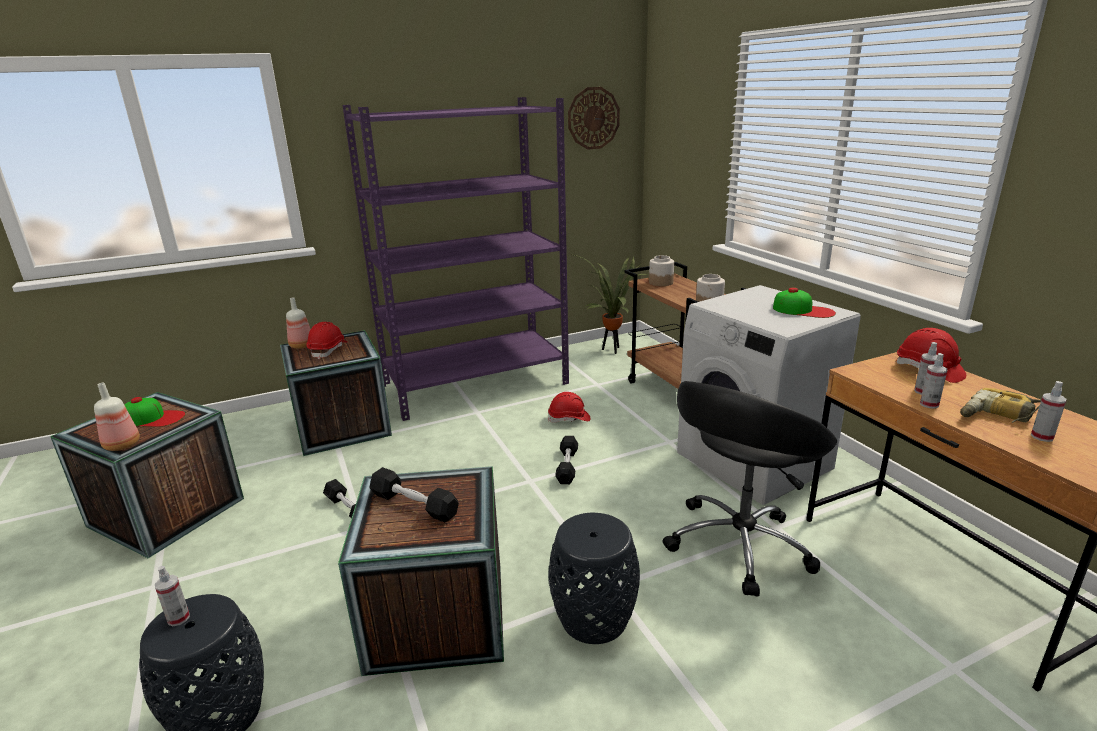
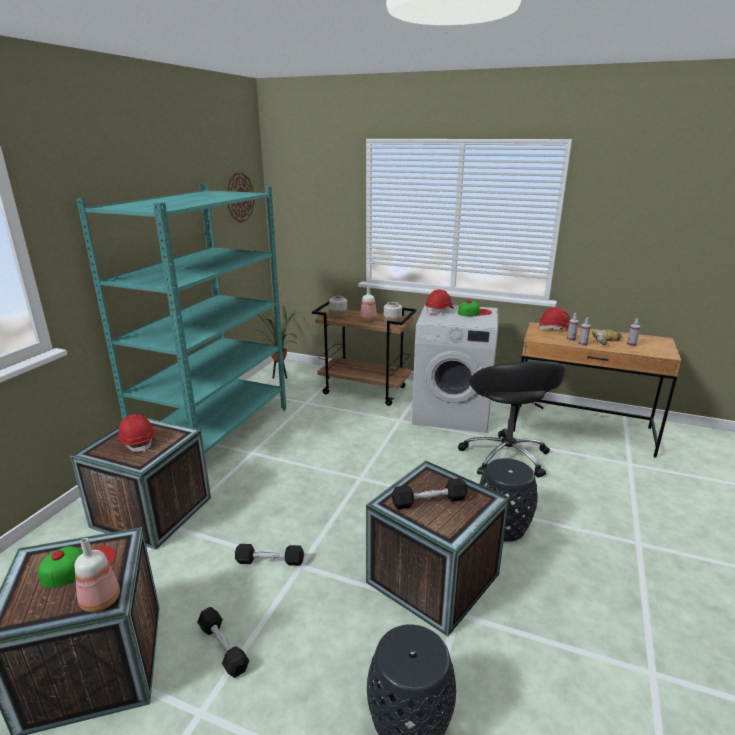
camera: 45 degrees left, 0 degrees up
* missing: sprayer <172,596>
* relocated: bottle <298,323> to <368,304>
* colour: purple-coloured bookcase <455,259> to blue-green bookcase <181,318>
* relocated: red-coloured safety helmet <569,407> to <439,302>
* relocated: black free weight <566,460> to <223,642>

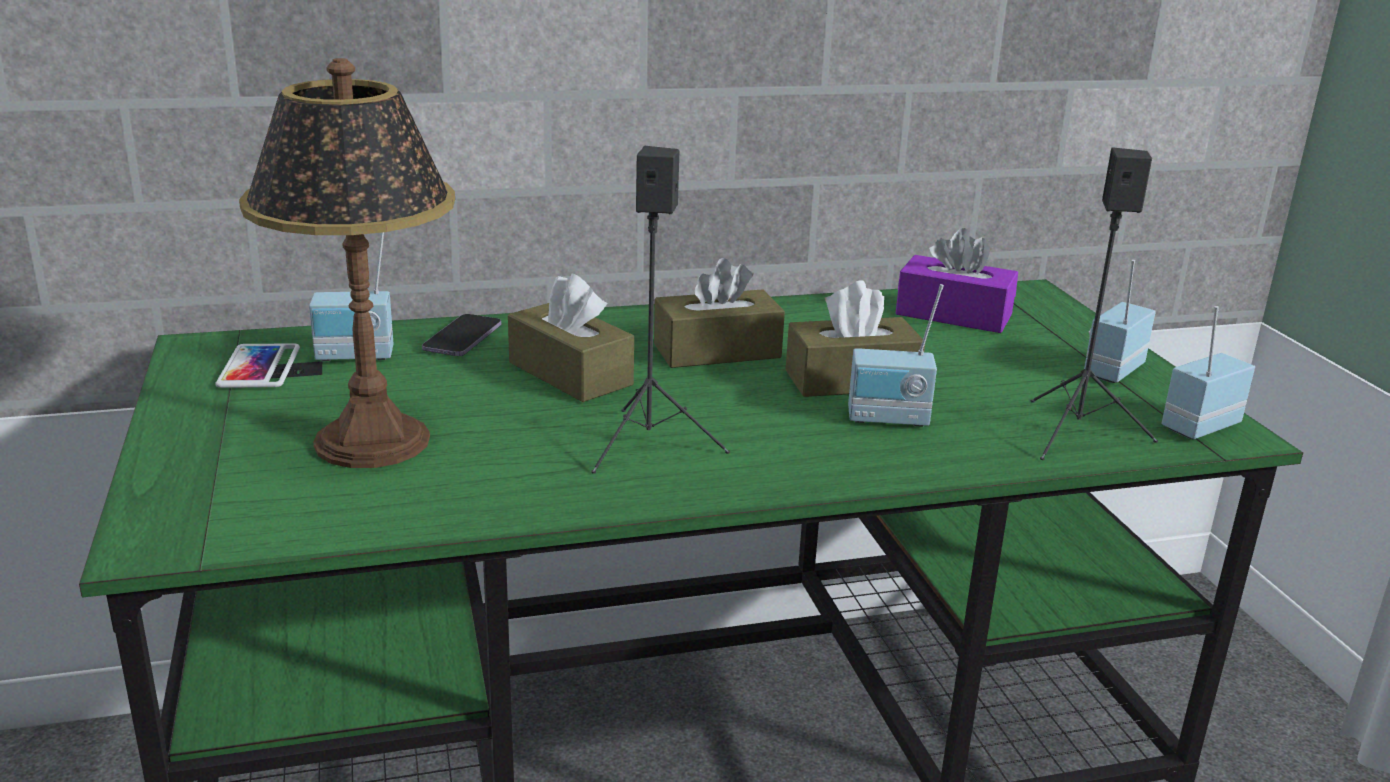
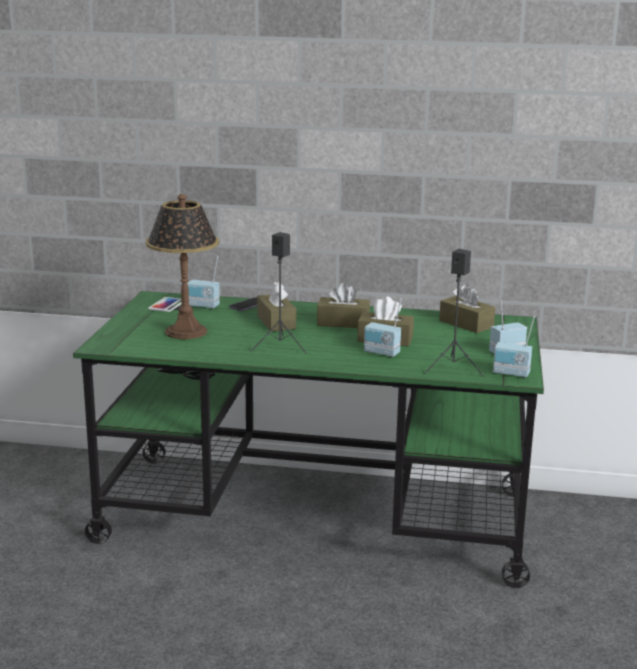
camera: 25 degrees right, 5 degrees down
* colour: purple-coloured tissue holder <957,280> to brown tissue holder <467,308>
* spun: radio <1208,373> = <514,347> 150 degrees counterclockwise

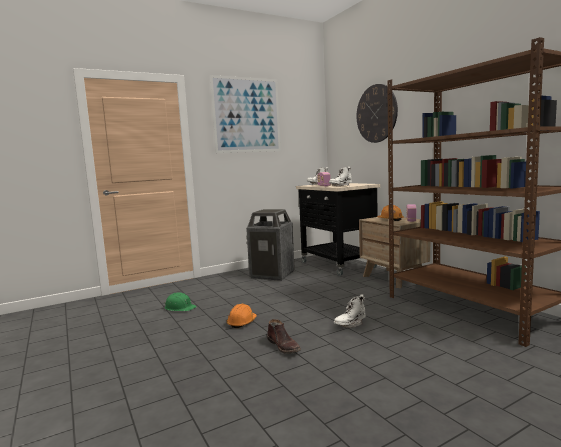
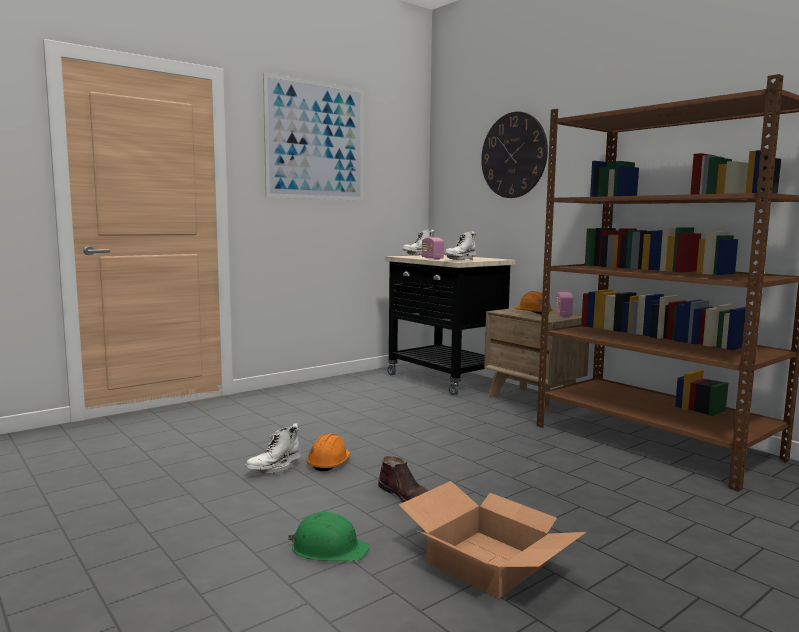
camera: 10 degrees left, 0 degrees up
* relocated: greenish safety helmet <180,301> to <329,536>
* missing: waste bin <270,245>
* relocated: white high-top boot <350,311> to <272,449>
* appeared: carton <492,540>

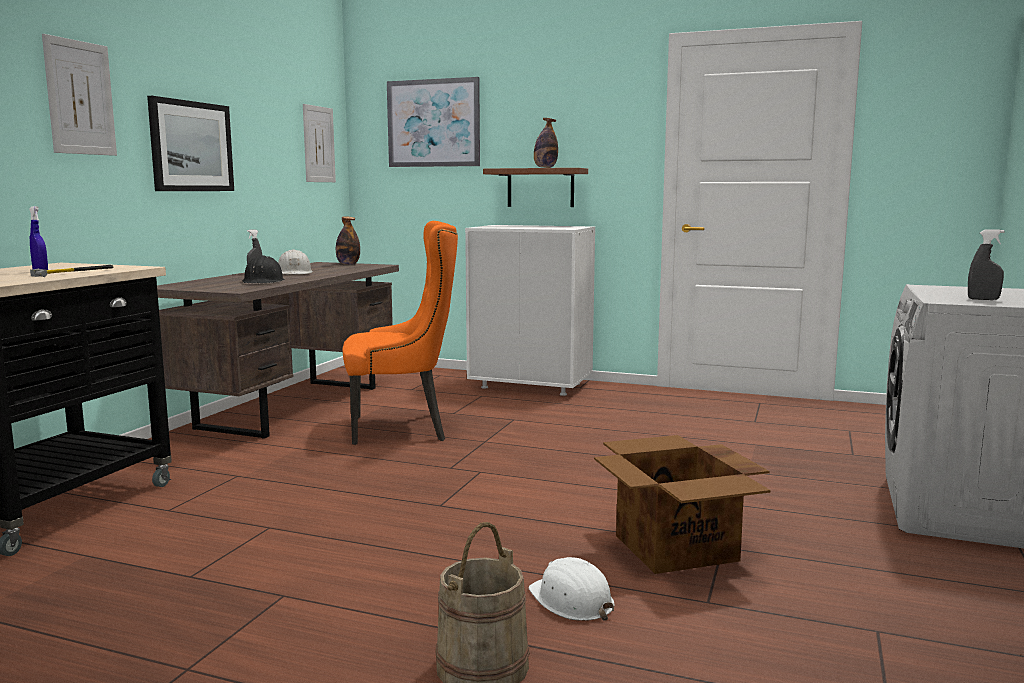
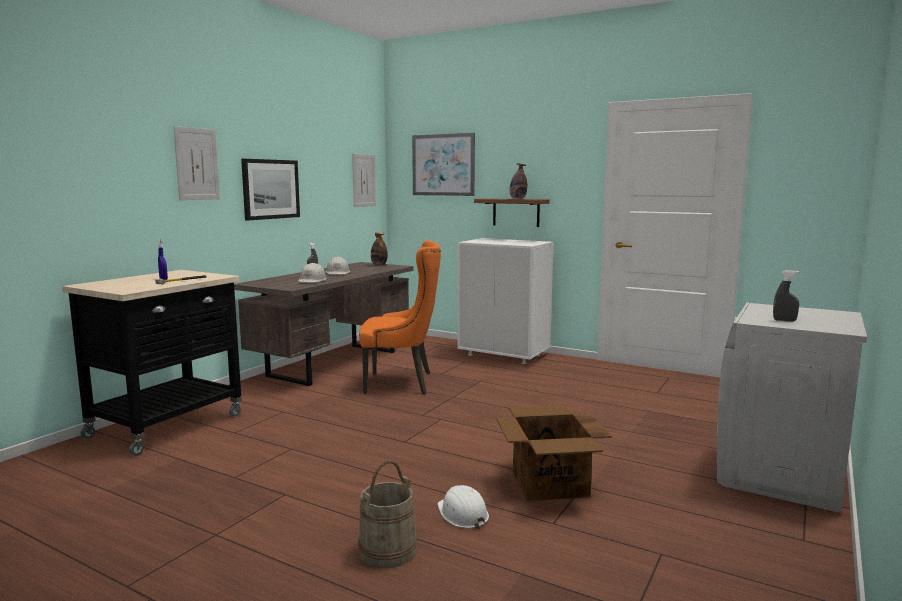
camera: 10 degrees right, 0 degrees up
* colour: black safety helmet <263,269> to white safety helmet <312,273>

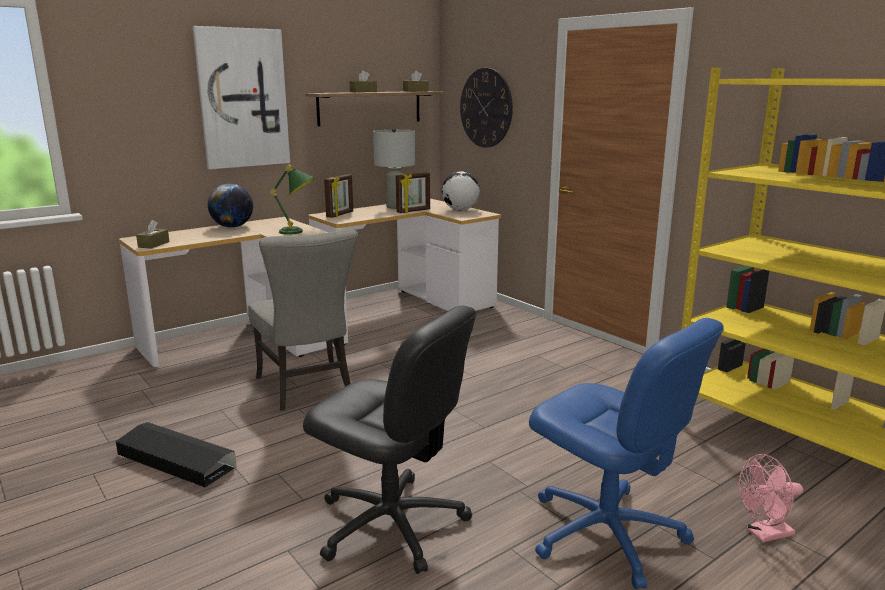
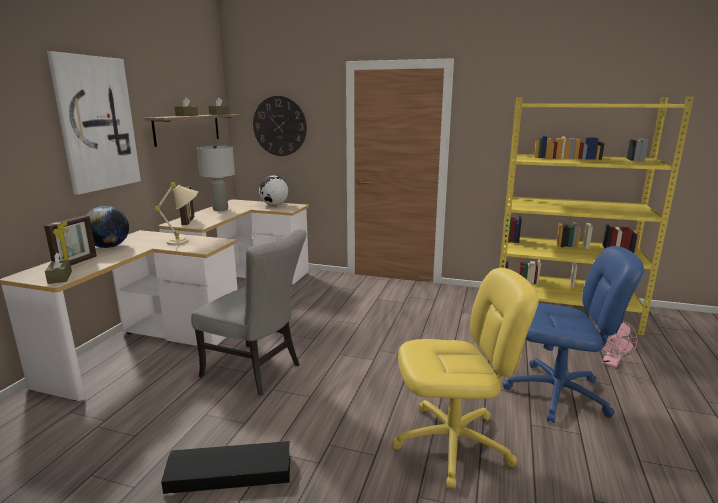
camera: 35 degrees left, 0 degrees up
* colour: greenish lamp for a table <292,200> to beige lamp for a table <176,213>
* colour: black computer chair <390,439> to yellow computer chair <465,378>
* relocated: picture frame <413,192> to <70,240>

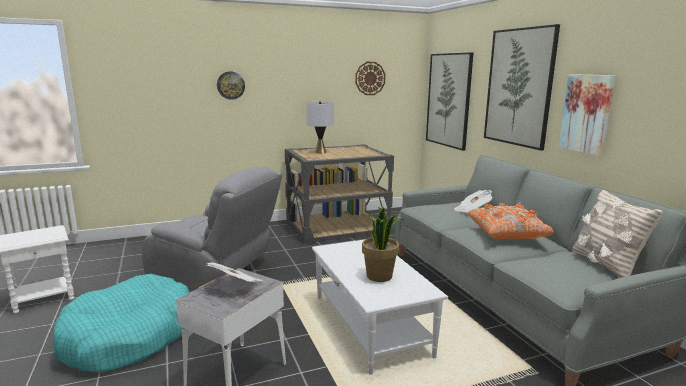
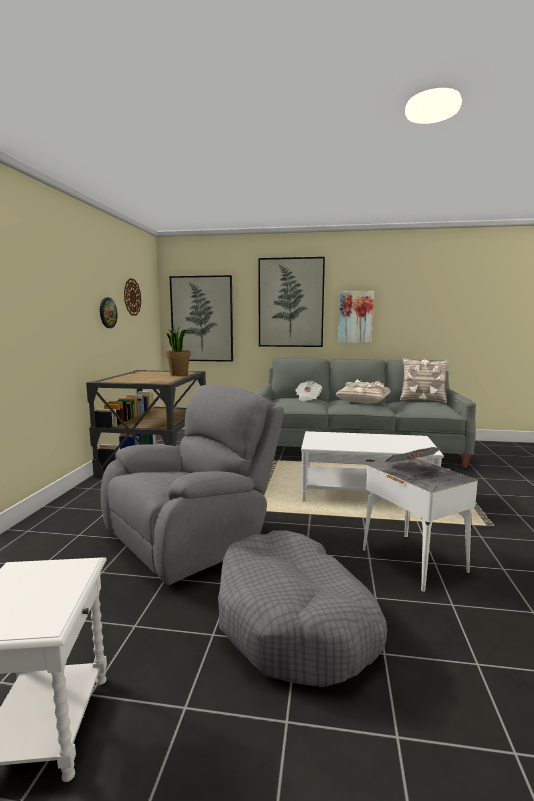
camera: 60 degrees left, 5 degrees down
* colour: blue-green pet bed <121,323> to greyish pet bed <302,608>
* relocated: wall clock <231,85> to <108,312>
* missing: greyish lamp for a table <320,127>
* relocated: potted plant <383,244> to <179,351>
* colour: orangey throw pillow <511,221> to beige throw pillow <363,391>

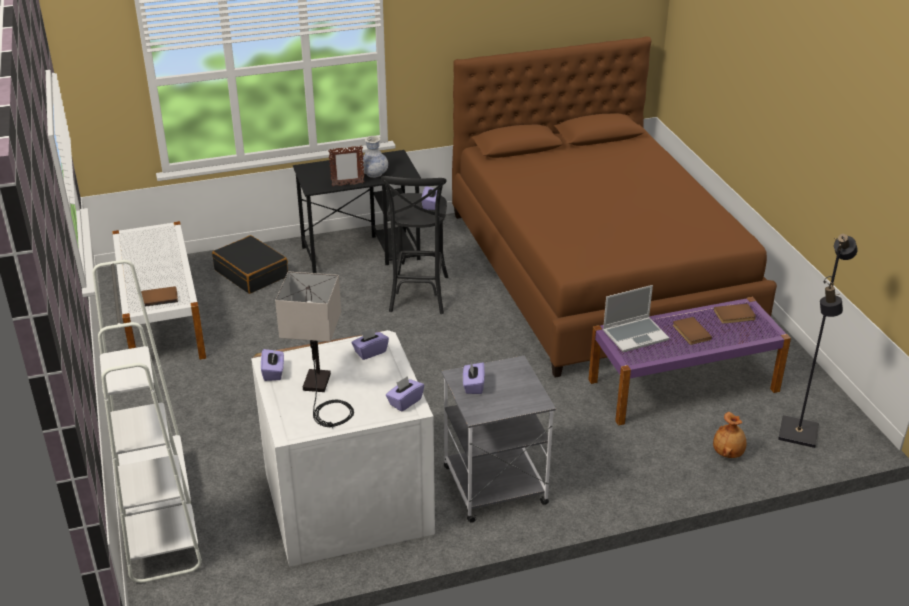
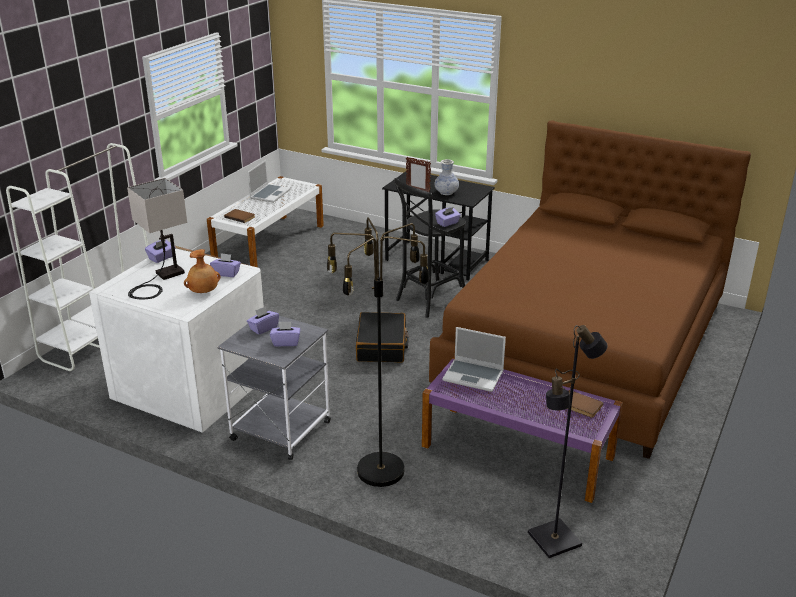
camera: 45 degrees right, 5 degrees down
* relocated: black suitcase <250,264> to <382,337>
* relocated: purple-coloured tissue holder <405,394> to <285,334>
* missing: brown bound book <692,331>
* relocated: brown flower vase <729,435> to <202,271>
* appeared: laptop <269,181>
* appeared: standard lamp <378,352>

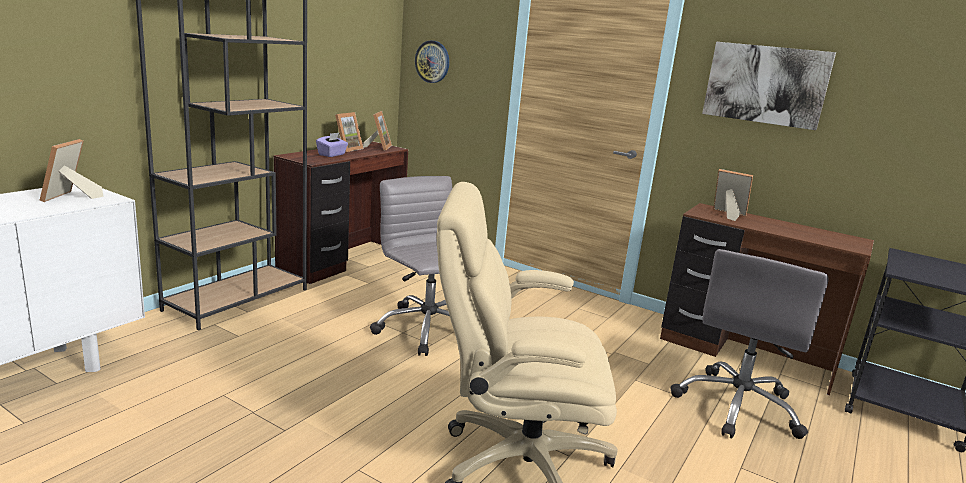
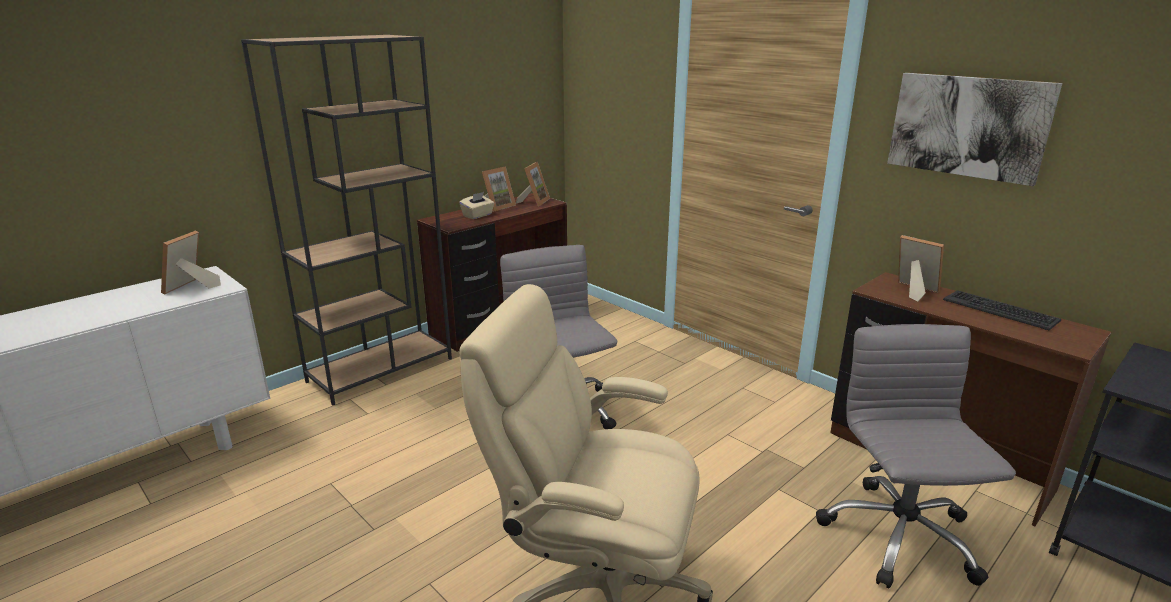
camera: 15 degrees right, 5 degrees up
* colour: purple-coloured tissue holder <332,145> to beige tissue holder <477,205>
* missing: wall clock <432,61>
* spun: greyish computer chair <749,344> = <916,456> 135 degrees clockwise
* appeared: PC keyboard <1002,310>

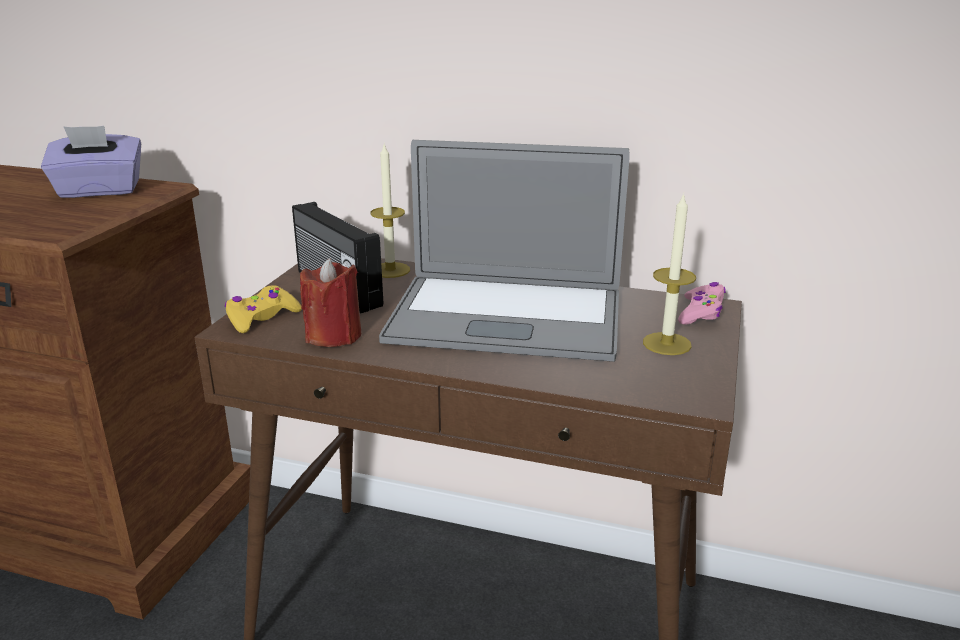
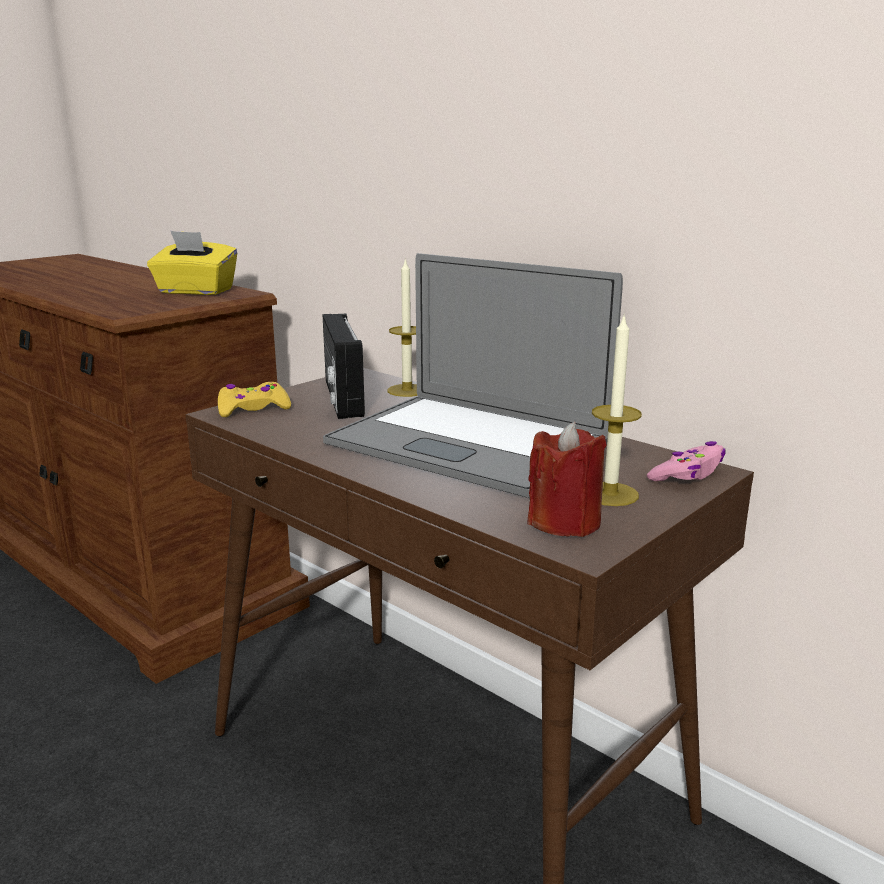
camera: 25 degrees right, 5 degrees down
* colour: purple-coloured tissue holder <91,162> to yellow tissue holder <192,263>
* relocated: red-coloured candle <330,302> to <567,479>

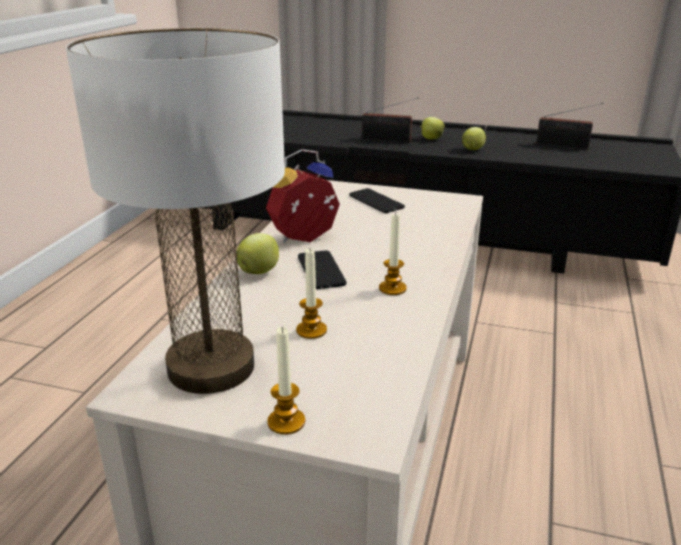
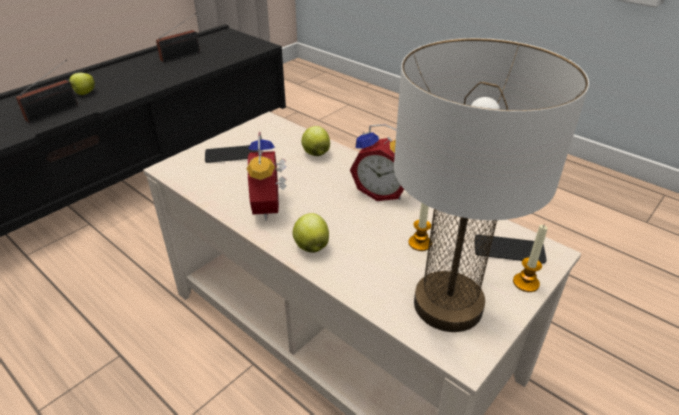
camera: 65 degrees left, 10 degrees up
* relocated: handset <322,269> to <510,248>
* exchanged: candle <393,254> to alarm clock <377,162>
* relocated: apple <474,138> to <315,141>

